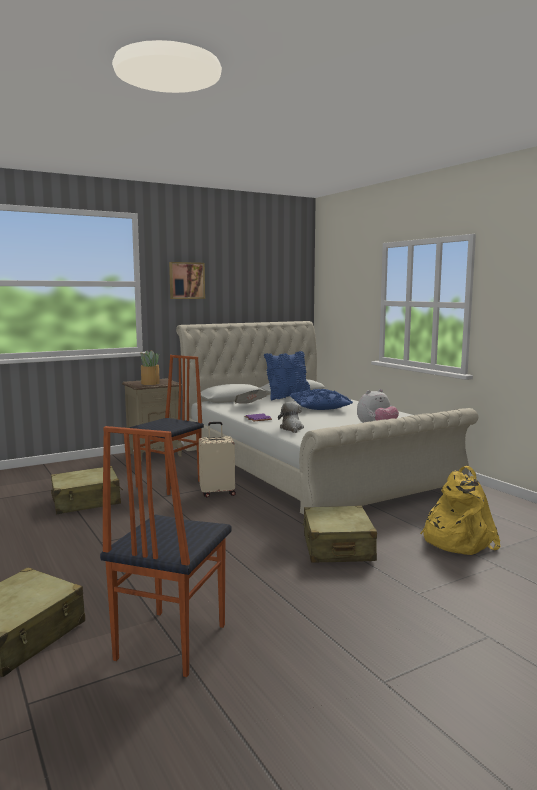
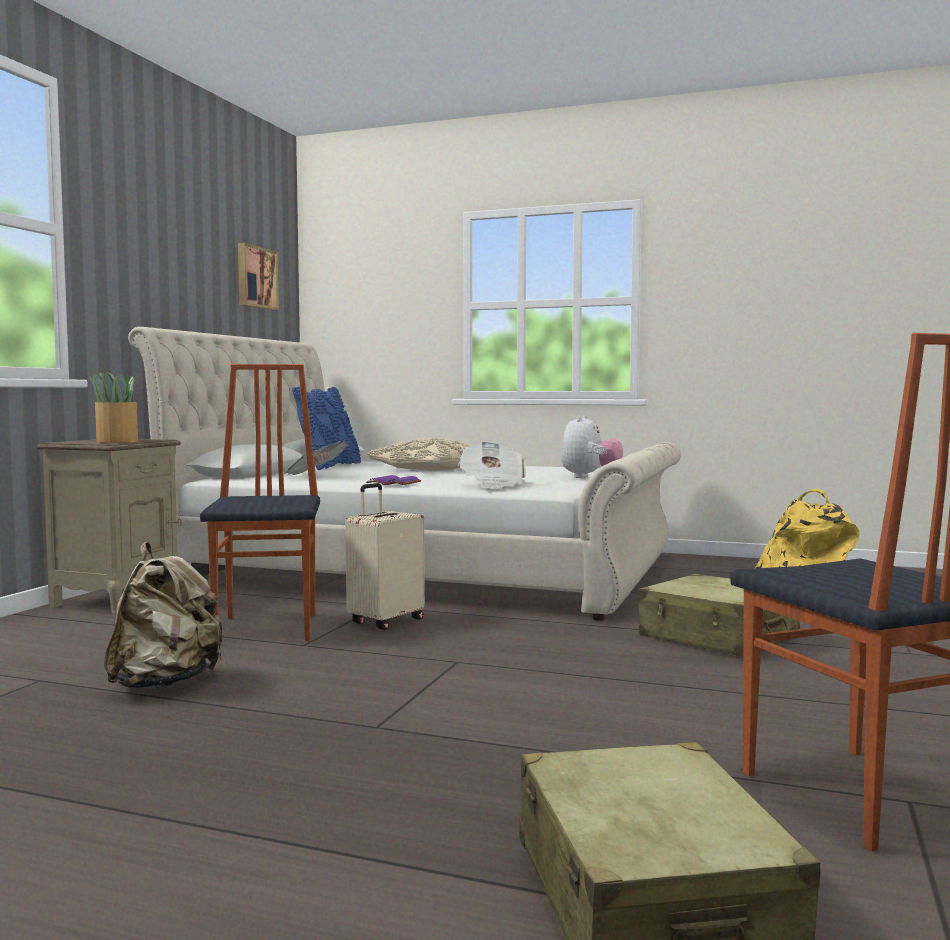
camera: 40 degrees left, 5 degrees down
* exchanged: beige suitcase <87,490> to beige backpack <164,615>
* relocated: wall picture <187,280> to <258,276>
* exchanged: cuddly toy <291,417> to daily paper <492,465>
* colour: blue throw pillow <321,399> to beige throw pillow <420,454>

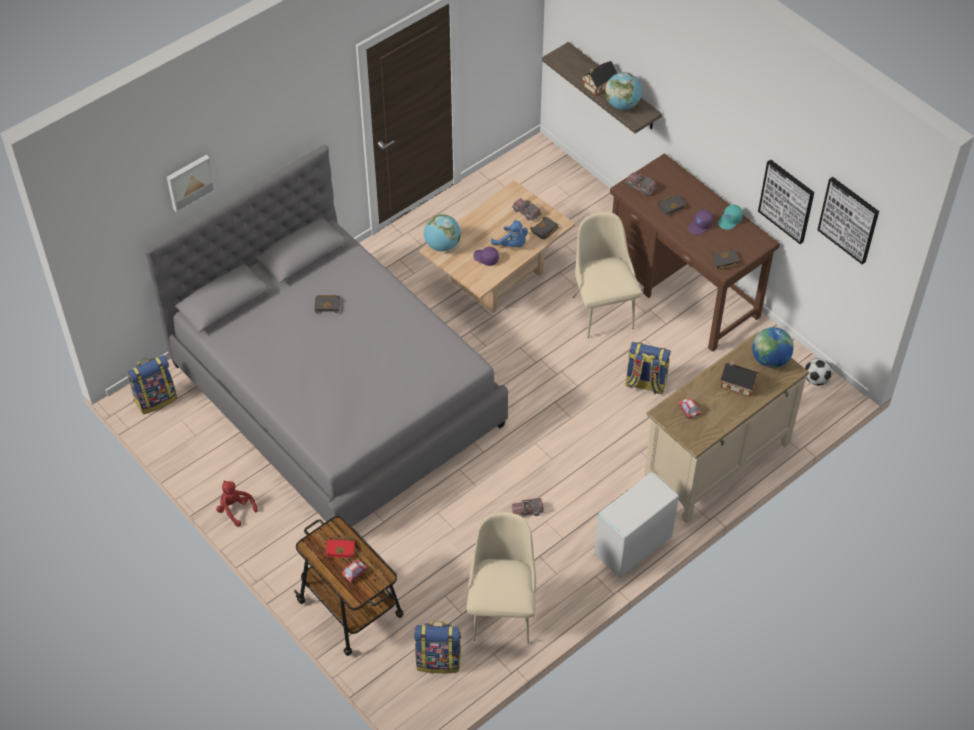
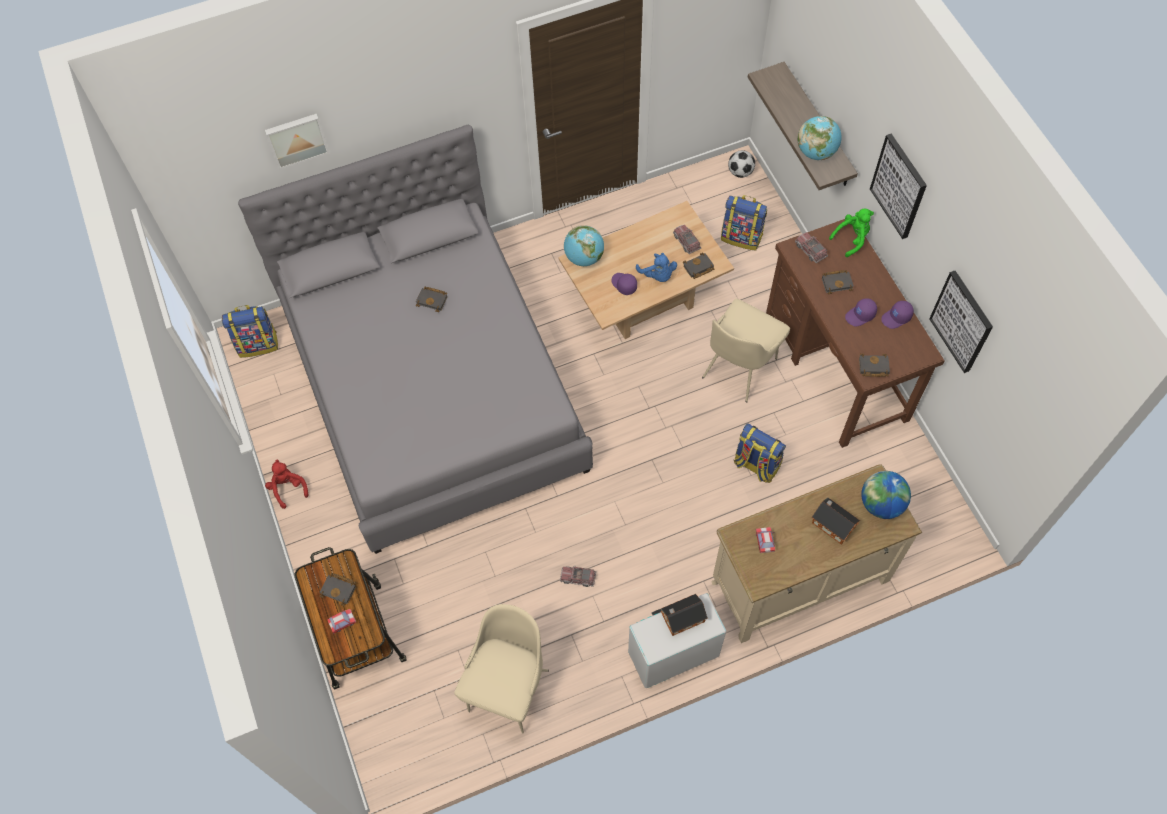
camera: 20 degrees right, 10 degrees up
* colour: red-coloured bound book <340,548> to black bound book <338,589>
* relocated: backpack <437,647> to <744,223>
* spun: beige chair <607,275> = <746,351> 150 degrees counterclockwise
* relocated: miniature house <600,78> to <684,615>
* colour: blue-green peaked cap <730,217> to purple-coloured peaked cap <897,315>
* relocated: ball for football <819,372> to <741,164>
* relocated: wall picture <848,220> to <898,186>
* appeared: greenish cuddly toy <851,233>

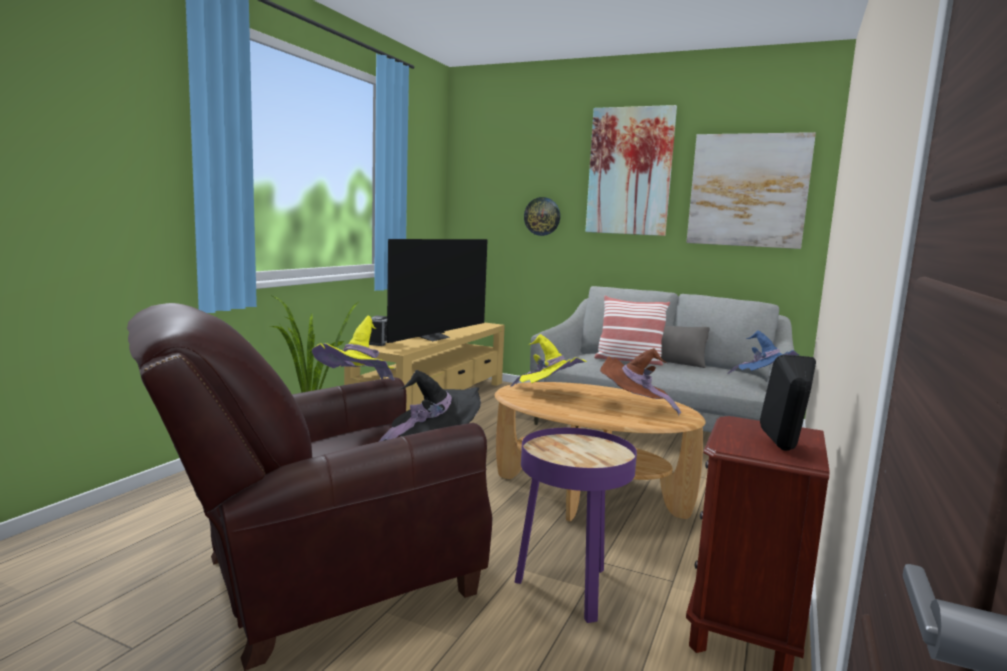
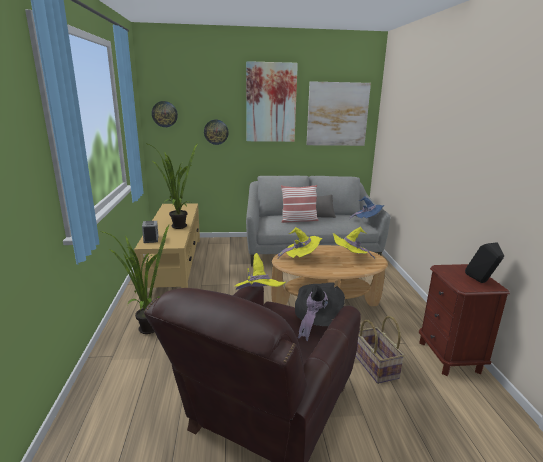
camera: 30 degrees left, 10 degrees up
* exchanged: TV <437,291> to potted plant <171,186>
* exchanged: purple-coloured accent table <576,525> to storage basket <380,350>
* colour: brown clothing hat <641,381> to yellow clothing hat <354,243>
* appeared: wall clock <165,114>

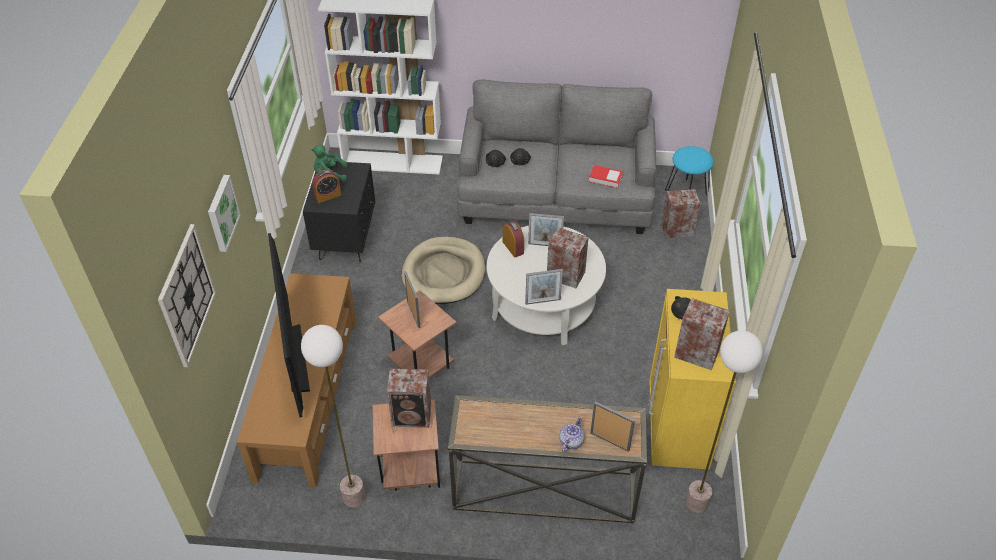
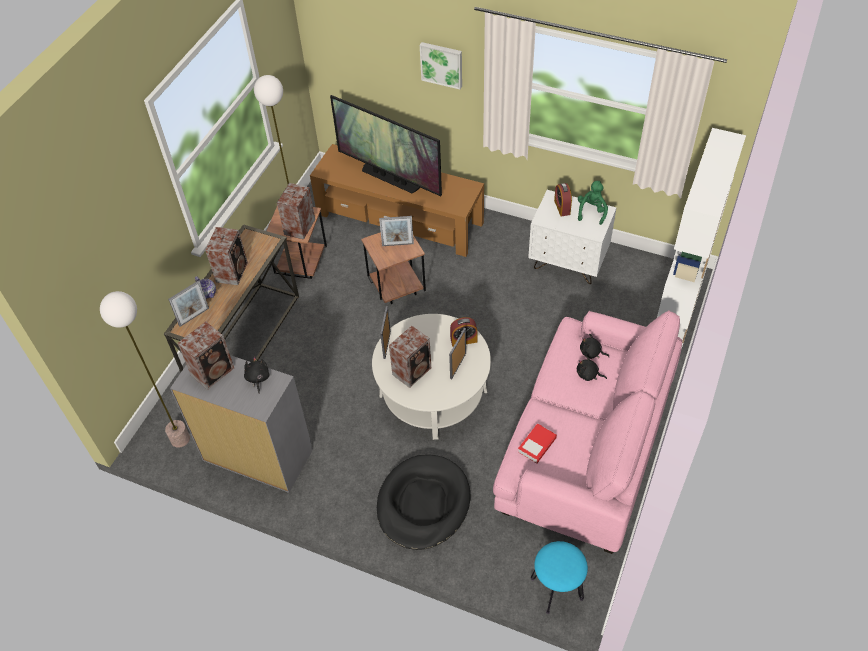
camera: 110 degrees right, 5 degrees up
* missing: wall clock <187,295>
* spun: TV <289,325> = <386,145> 150 degrees counterclockwise
* colour: black bedside table <339,211> to white bedside table <572,237>
* missing: beige pet bed <443,270>
* colour: greyish sofa <557,157> to pink sofa <587,432>
* colour: yellow cupboard <692,379> to greyish cupboard <241,424>
* relocated: audio speaker <680,213> to <226,256>
* appeared: black pet bed <424,502>

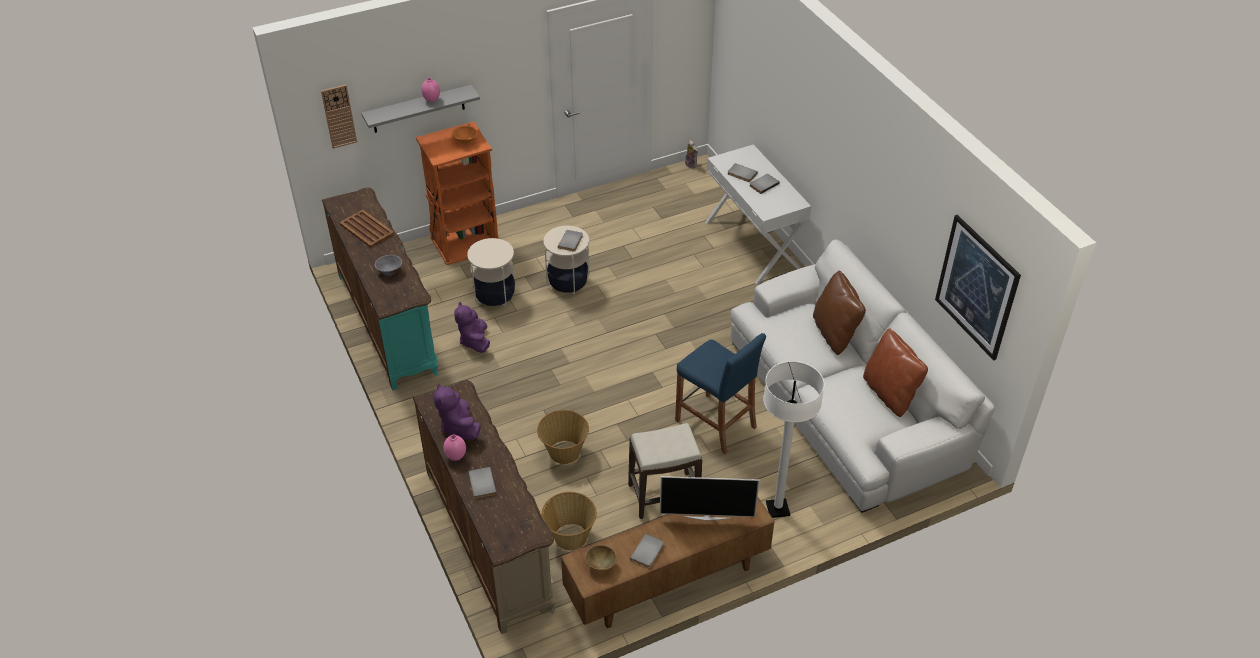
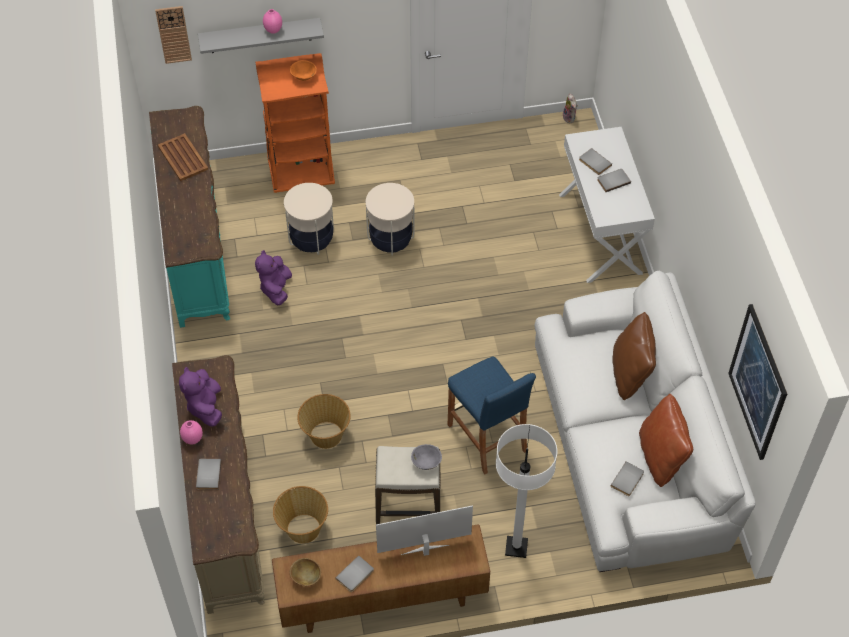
camera: 15 degrees right, 10 degrees up
* relocated: greyish deep dish <388,265> to <426,457>
* relocated: greyish bound book <570,241> to <627,479>
* spun: TV <710,498> = <424,530> 150 degrees clockwise

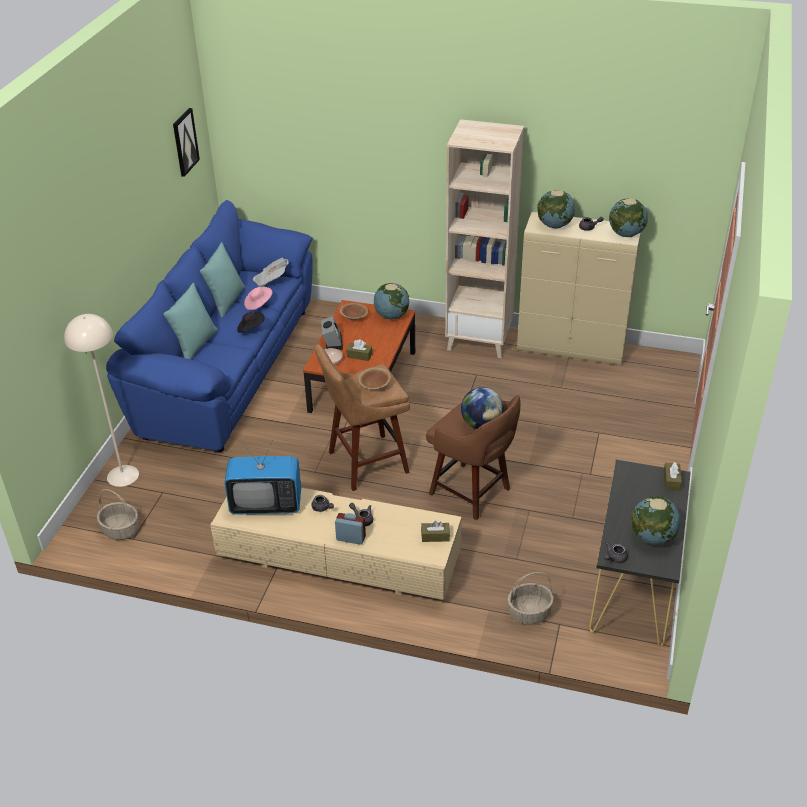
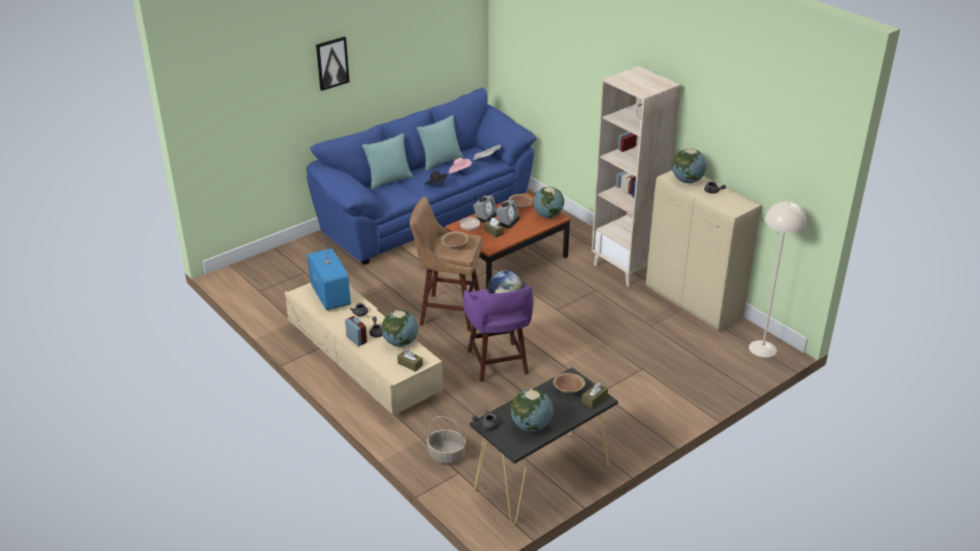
camera: 35 degrees right, 5 degrees down
* relocated: beige standard lamp <101,400> to <778,279>
* missing: storage basket <118,514>
* relocated: wall picture <186,142> to <332,64>
* spun: TV <262,477> = <329,271> 150 degrees counterclockwise
* colour: brown stool seat <473,457> to purple-coloured stool seat <498,331>
* relocated: world globe <628,217> to <399,328>
* appeared: alarm clock <508,214>
* appeared: brown deep dish <569,383>

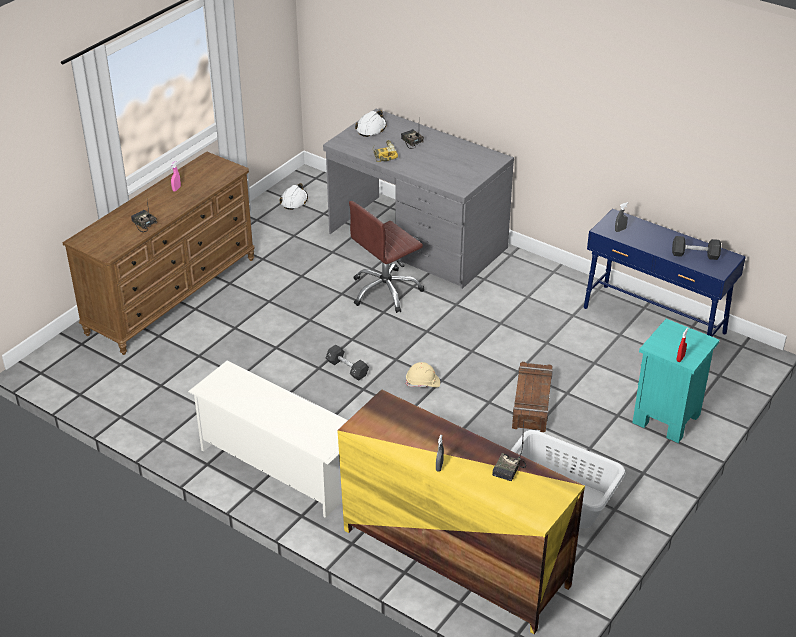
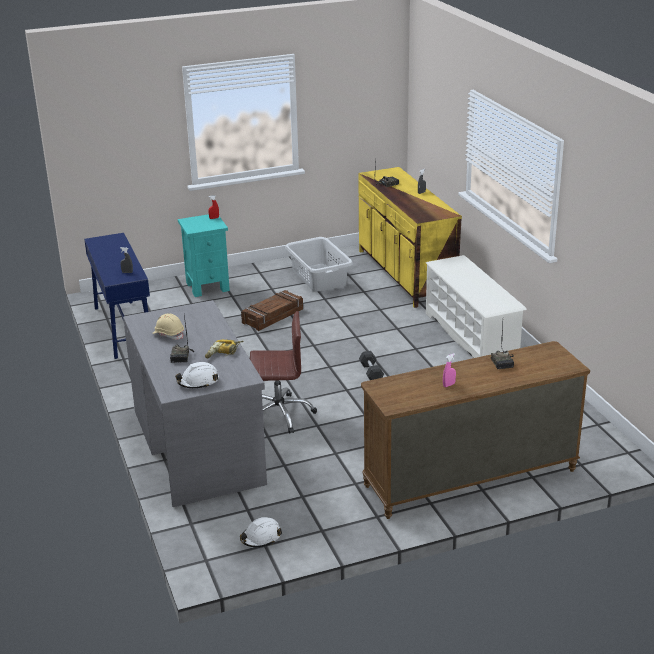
camera: 145 degrees left, 10 degrees down
* relocated: beige safety helmet <423,374> to <168,326>
* missing: black free weight <696,248>

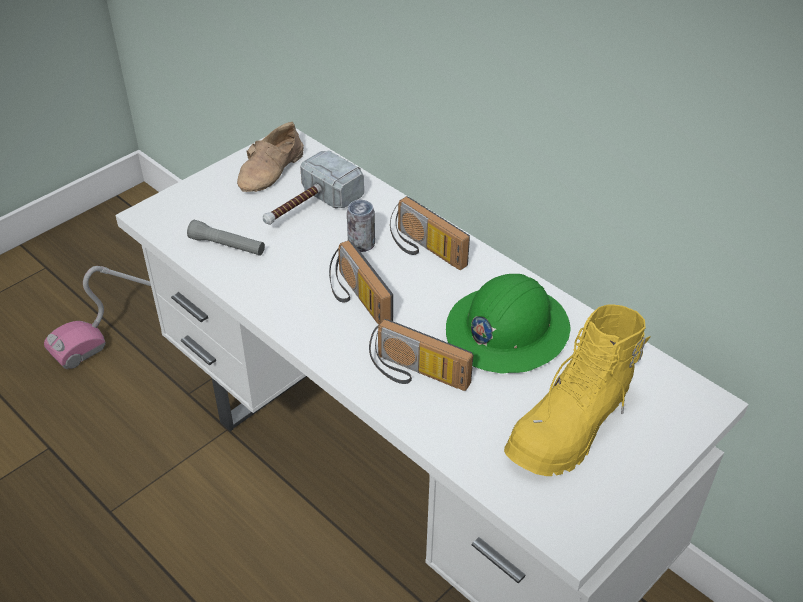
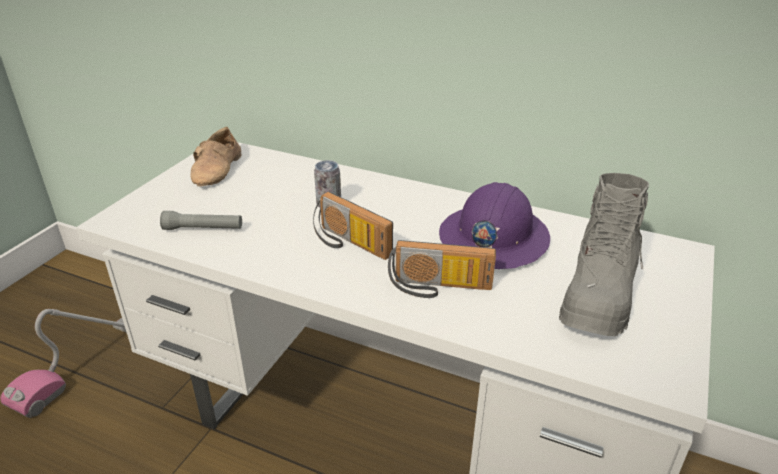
camera: 20 degrees left, 10 degrees down
* missing: tool hammer <313,187>
* missing: radio <430,233>
* colour: greenish safety helmet <508,324> to purple-coloured safety helmet <494,225>
* colour: yellow high-top boot <577,390> to greyish high-top boot <604,254>

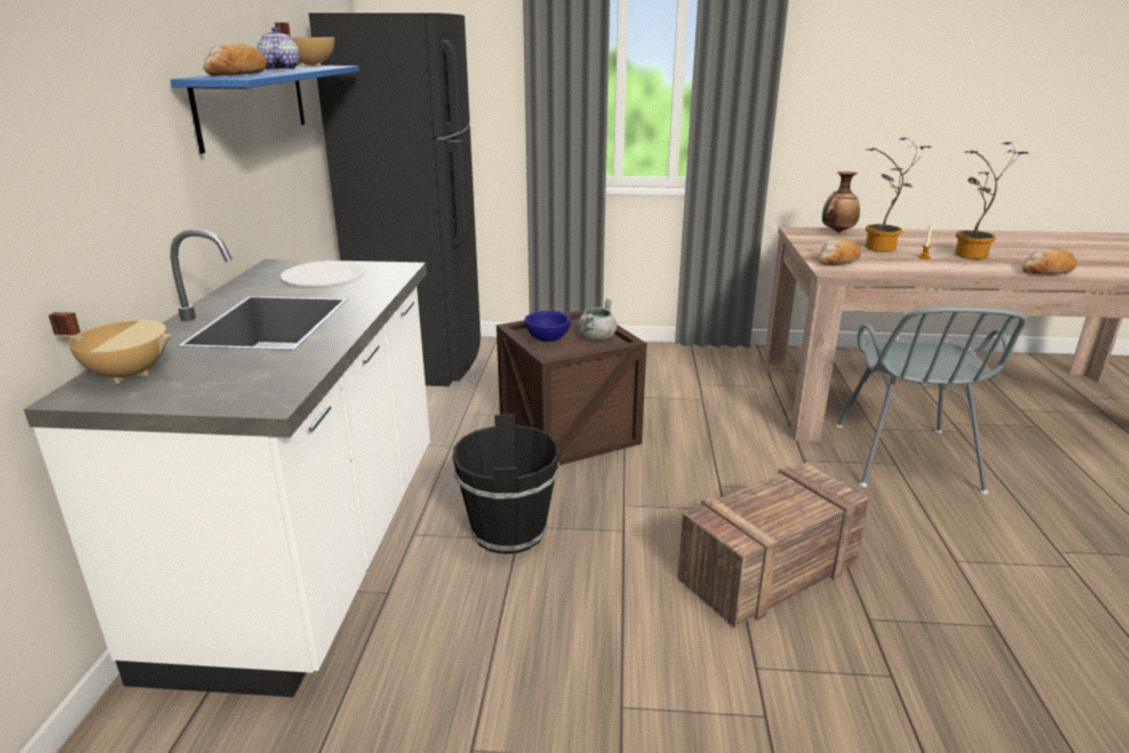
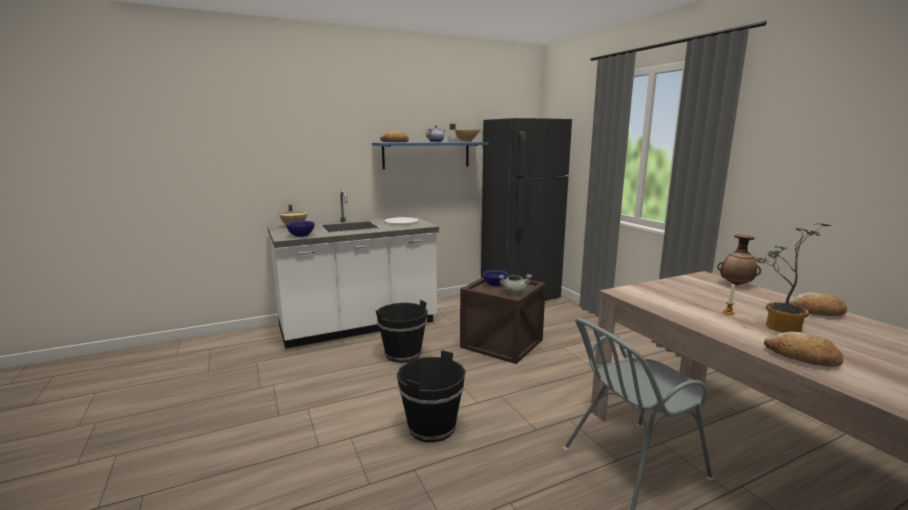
camera: 60 degrees right, 10 degrees down
* exchanged: shipping crate <774,544> to black bucket <431,396>
* relocated: bakery bread <839,251> to <818,304>
* missing: potted plant <898,194>
* appeared: blue deep dish <300,229>

